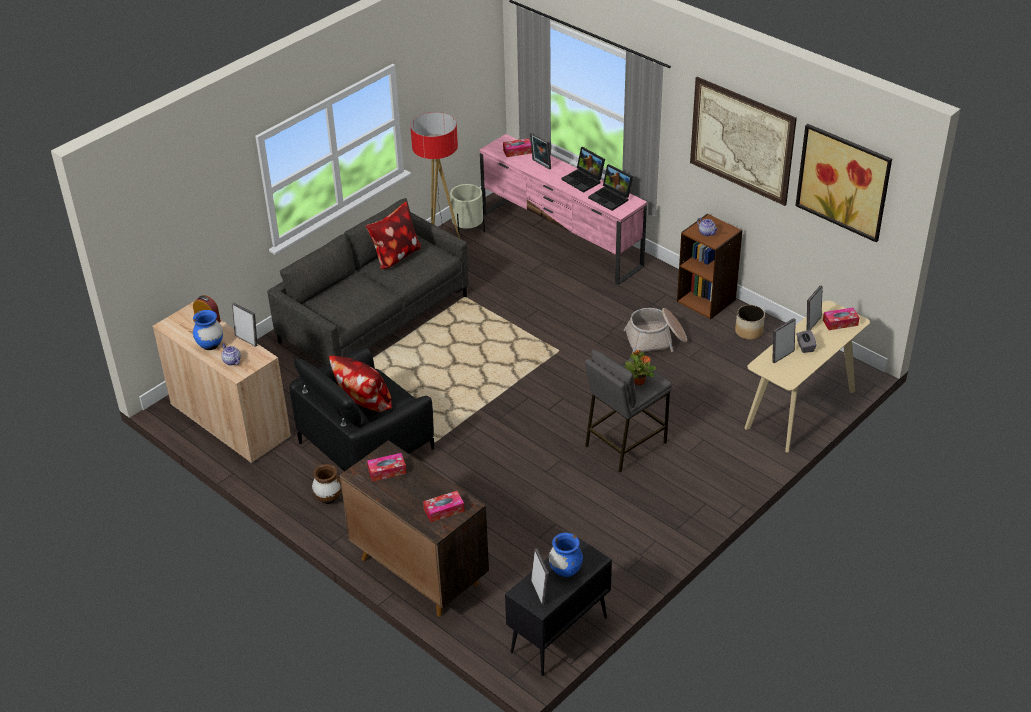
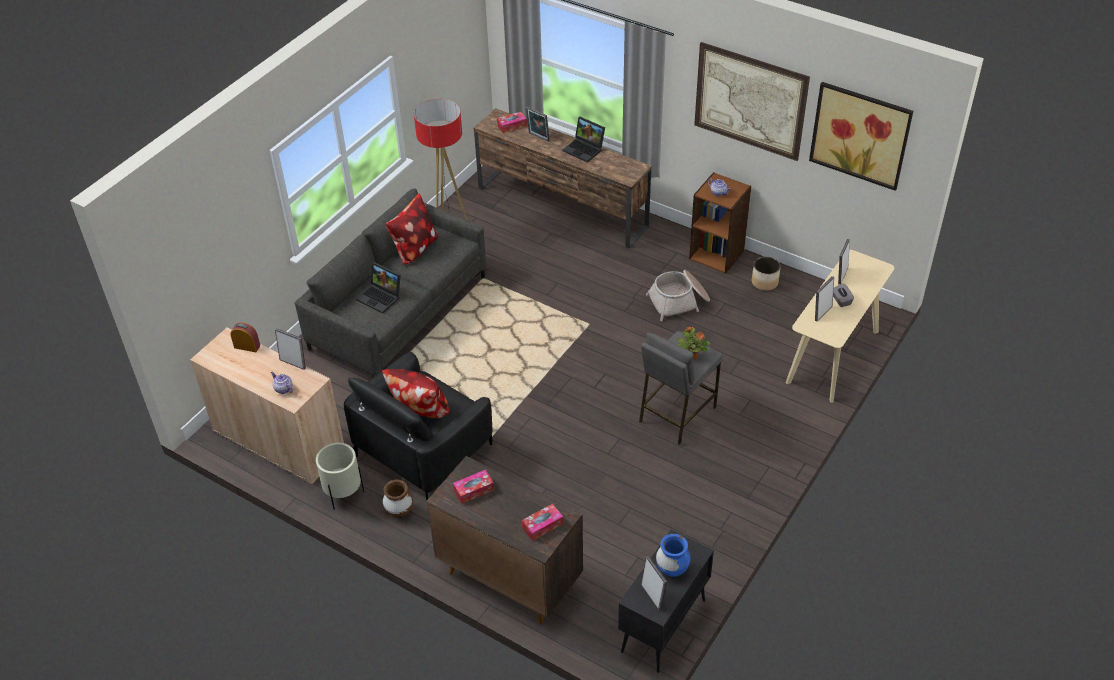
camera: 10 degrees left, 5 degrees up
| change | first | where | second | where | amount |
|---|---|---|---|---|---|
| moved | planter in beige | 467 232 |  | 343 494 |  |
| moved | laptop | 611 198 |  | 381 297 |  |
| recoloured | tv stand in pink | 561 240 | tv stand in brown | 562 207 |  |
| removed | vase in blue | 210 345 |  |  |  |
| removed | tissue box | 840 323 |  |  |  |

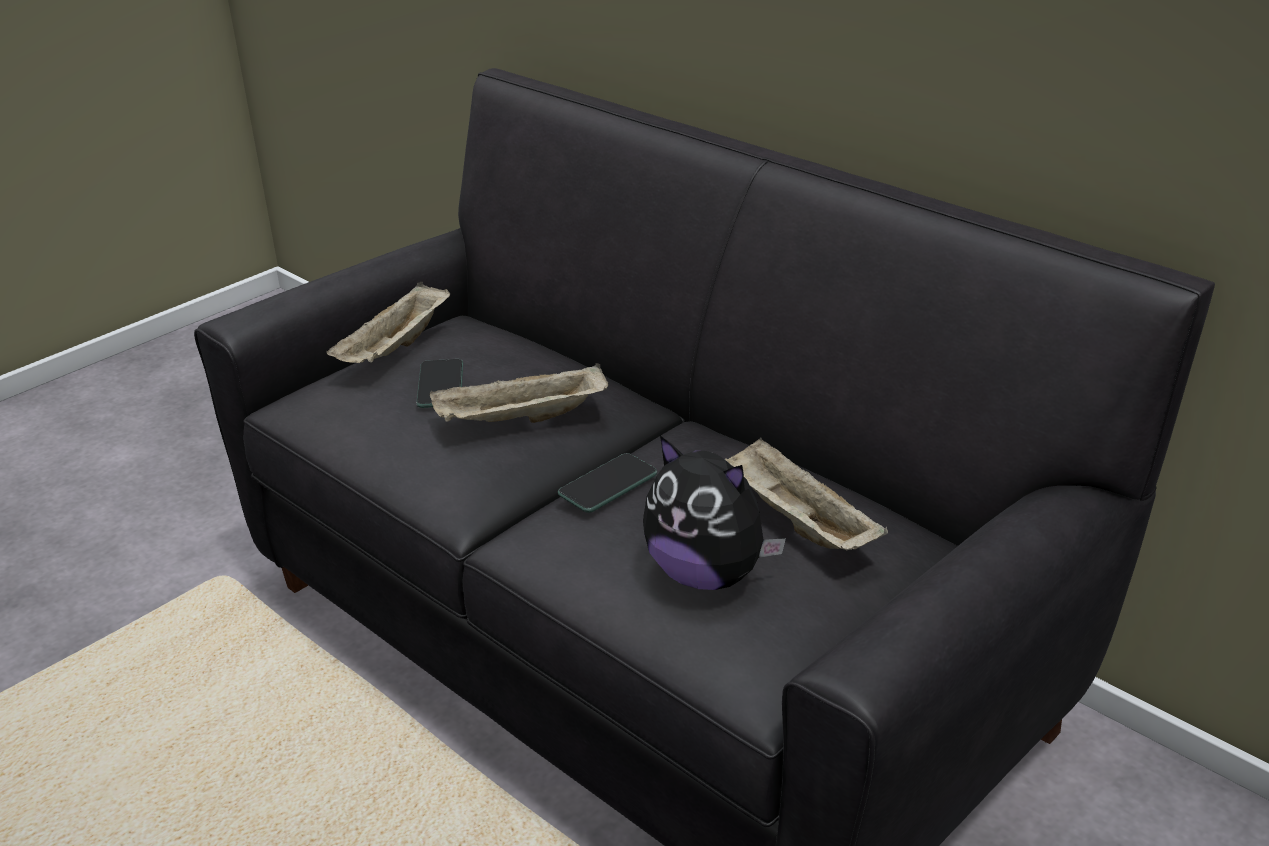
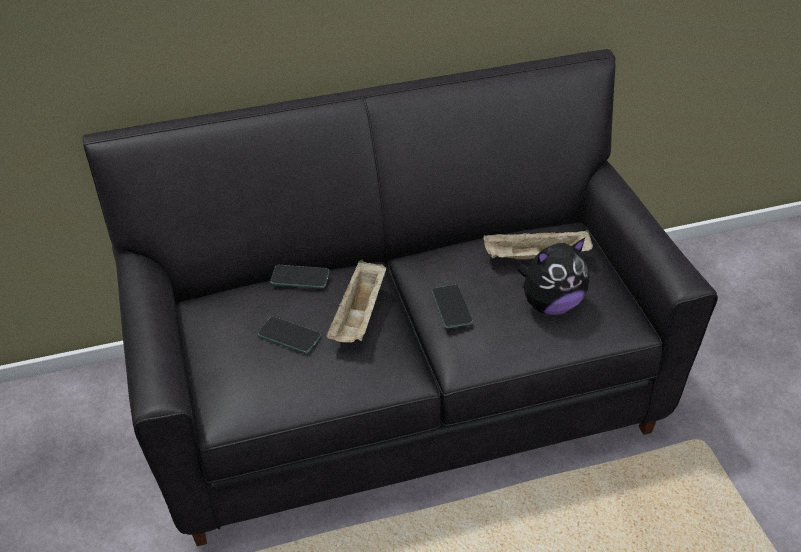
camera: 60 degrees left, 10 degrees up
| change | first | where | second | where | amount |
|---|---|---|---|---|---|
| added |  |  | phone | 300 277 |  |
| removed | tray in beige | 395 349 |  |  |  |

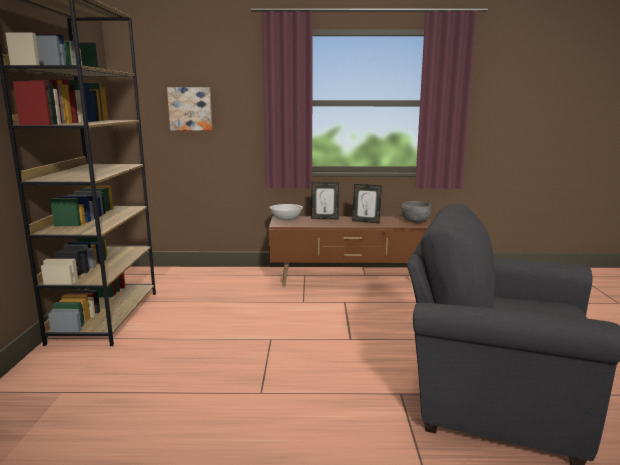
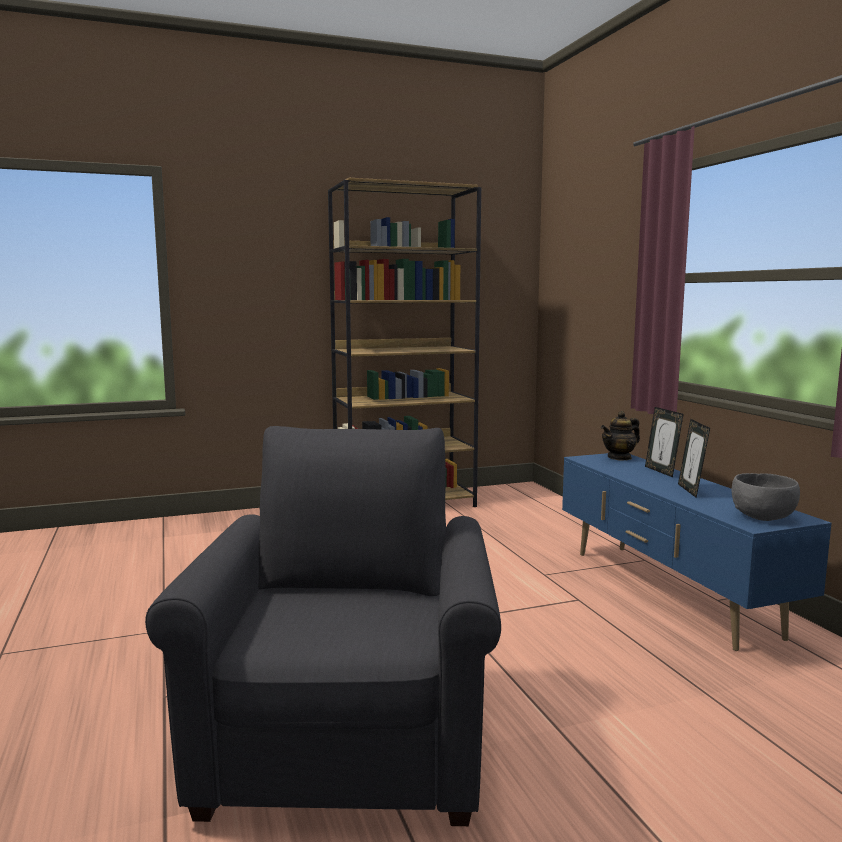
camera: 70 degrees right, 5 degrees down
| change | first | where | second | where | amount |
|---|---|---|---|---|---|
| recoloured | tv stand in brown | 350 281 | tv stand in blue | 668 592 |  |
| replaced | bowl in white | 286 219 | teapot | 619 457 |  |
| removed | picture | 190 109 |  |  |  |

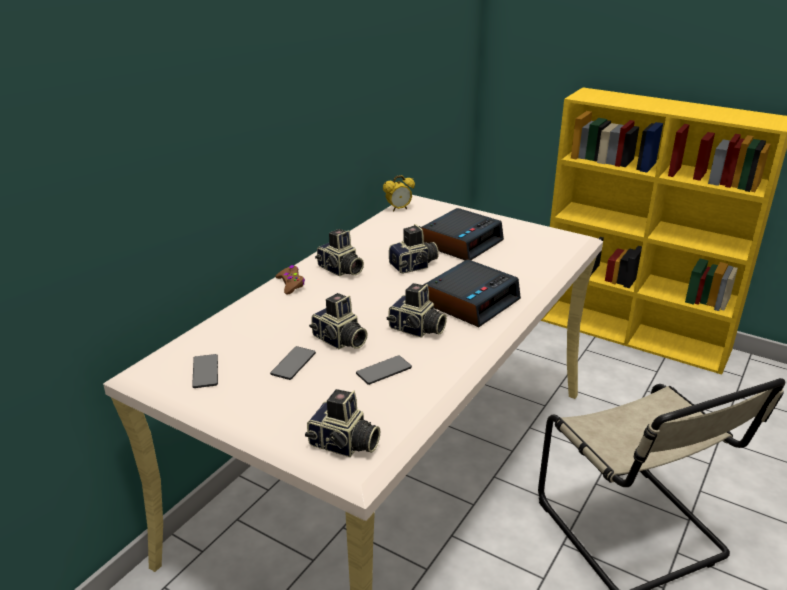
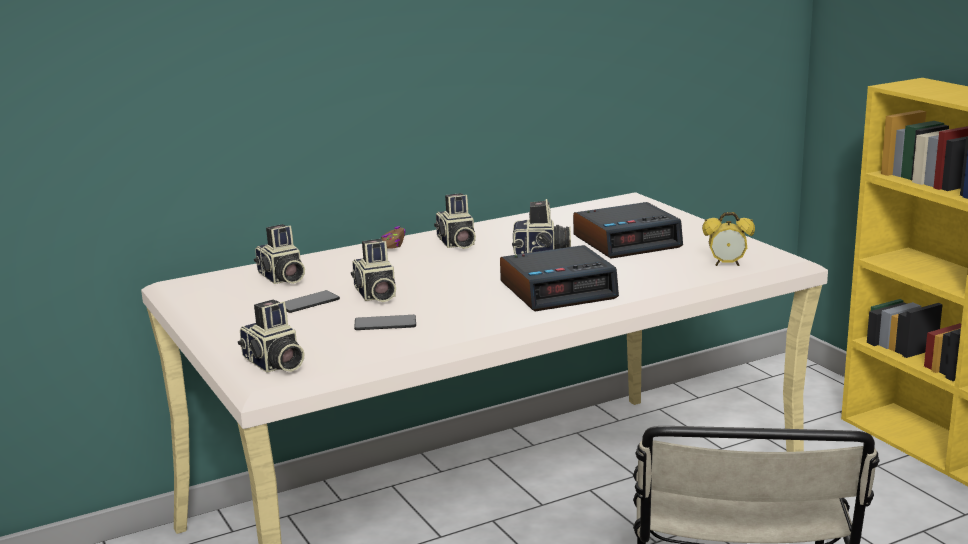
camera: 30 degrees right, 10 degrees down
| change | first | where | second | where | amount |
|---|---|---|---|---|---|
| moved | photo camera | 416 329 |  | 281 278 |  |
| moved | alarm clock | 398 209 |  | 727 264 |  |
| removed | phone | 205 372 |  |  |  |

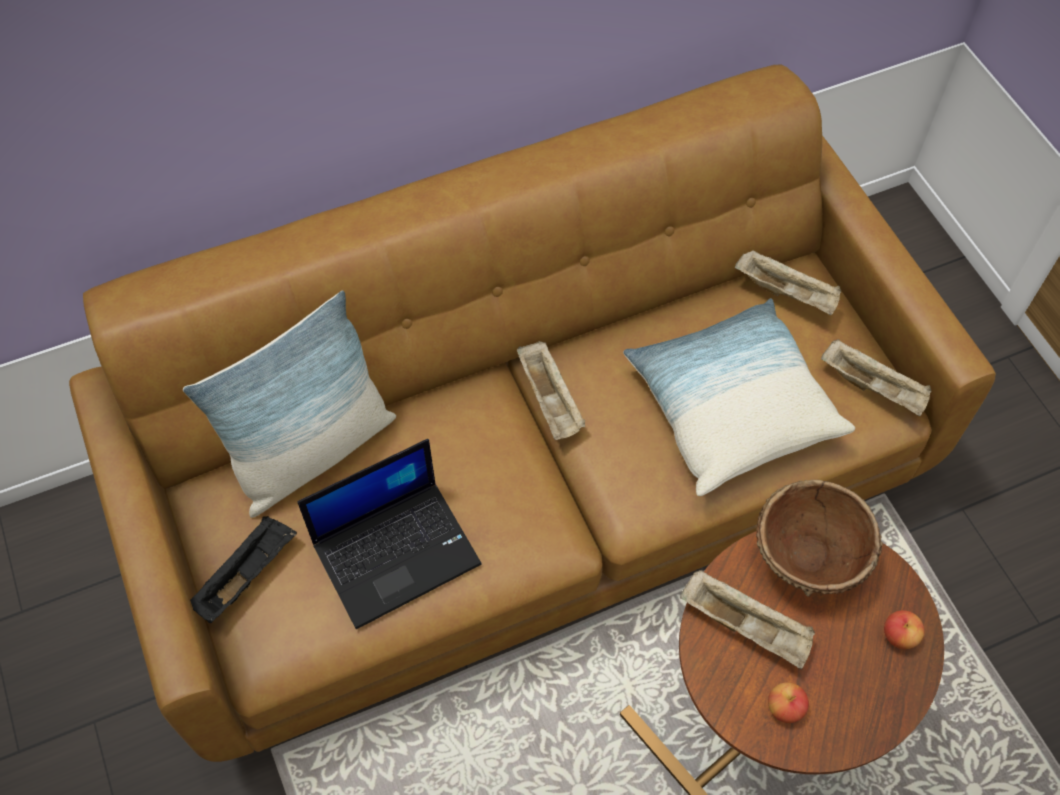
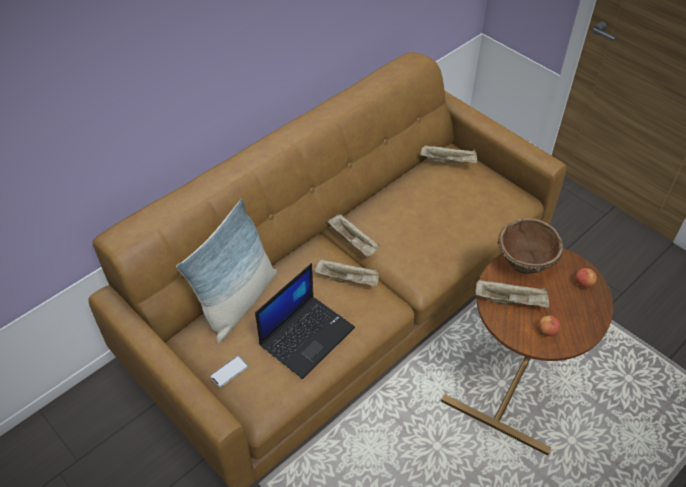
camera: 20 degrees left, 10 degrees down
| change | first | where | second | where | amount |
|---|---|---|---|---|---|
| replaced | tray in black | 247 574 | phone | 229 371 |  |
| moved | tray in beige | 873 387 |  | 348 279 |  |
| removed | pillow | 731 409 |  |  |  |

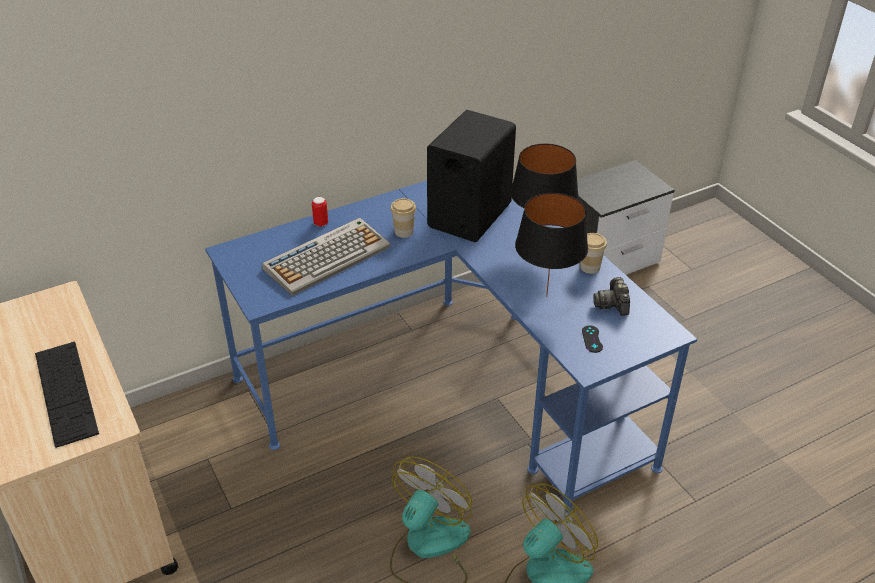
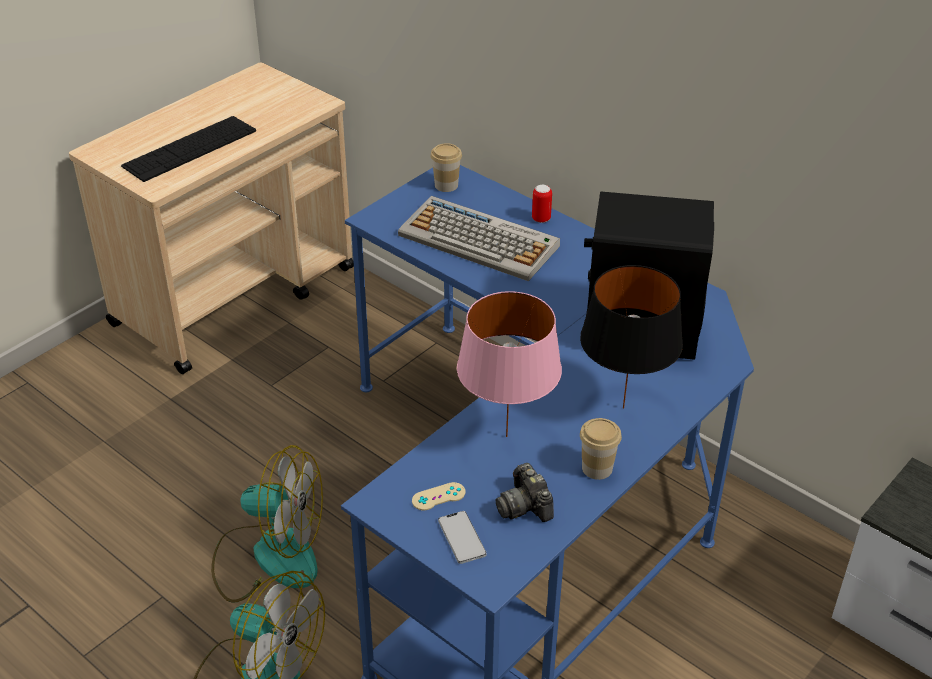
camera: 70 degrees right, 0 degrees up
| change | first | where | second | where | amount |
|---|---|---|---|---|---|
| recoloured | game controller in black | 592 339 | game controller in beige | 438 496 |  |
| moved | cup | 403 232 |  | 446 185 |  |
| added |  |  | phone | 462 538 |  |
| recoloured | table lamp in black | 547 296 | table lamp in pink | 508 436 |  |
| turned | photo camera | 612 304 |  | 525 506 | 90 degrees counterclockwise |

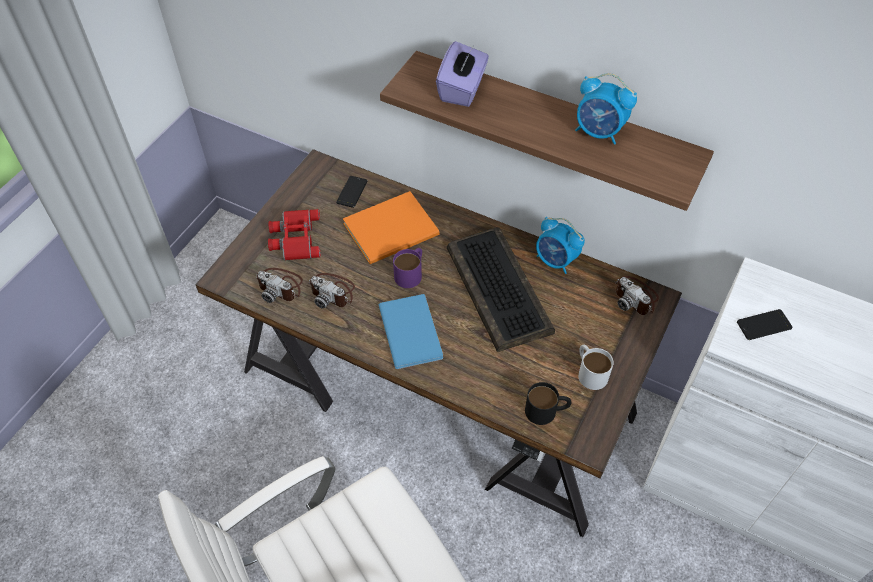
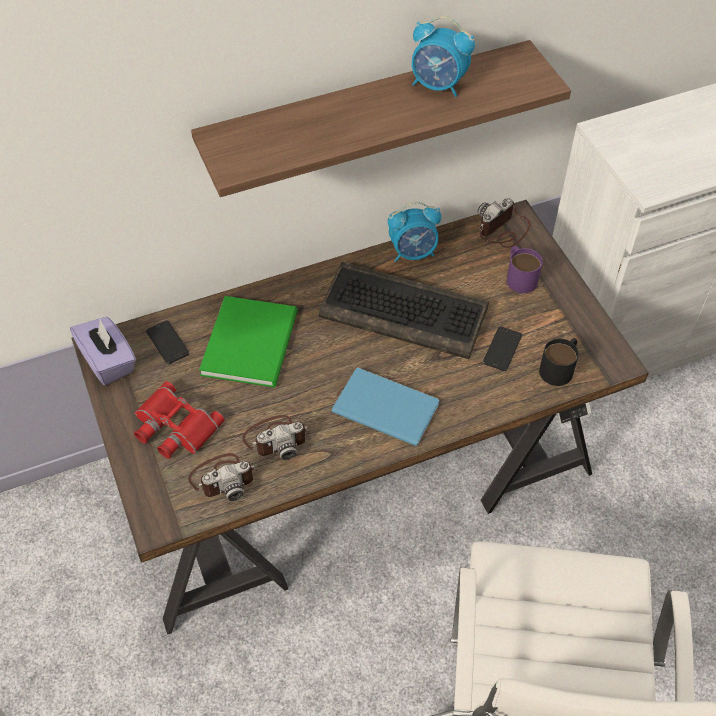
camera: 50 degrees left, 0 degrees up
| change | first | where | second | where | amount |
|---|---|---|---|---|---|
| moved | tissue box in purple | 462 89 |  | 108 361 |  |
| recoloured | book in orange | 394 230 | book in green | 253 341 |  |
| turned | alarm clock | 599 132 |  | 438 85 | 45 degrees clockwise |
| turned | photo camera | 635 297 |  | 503 230 | 135 degrees clockwise |
| moved | phone | 764 325 |  | 502 349 |  |
| moved | mug in purple | 411 273 |  | 519 276 |  |
| removed | mug in white | 590 371 |  |  |  |

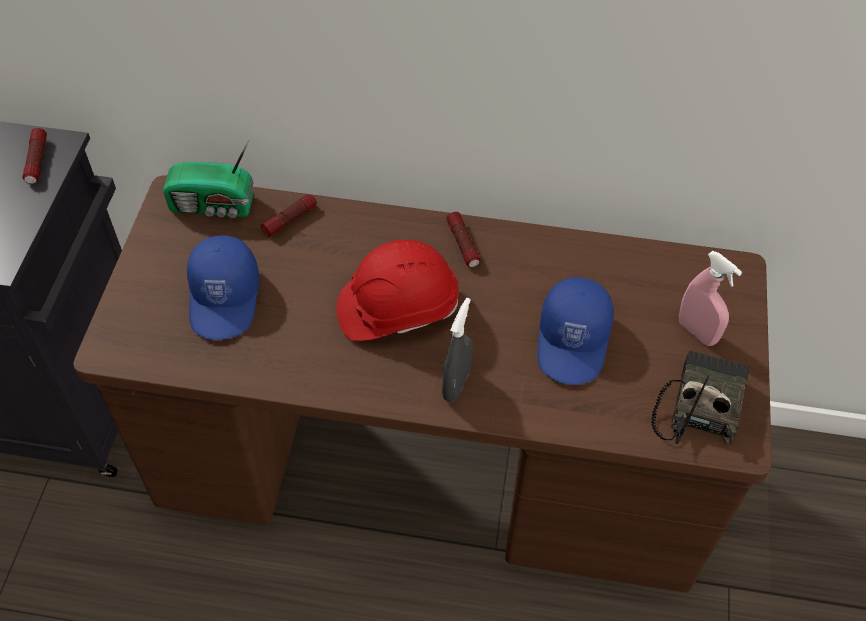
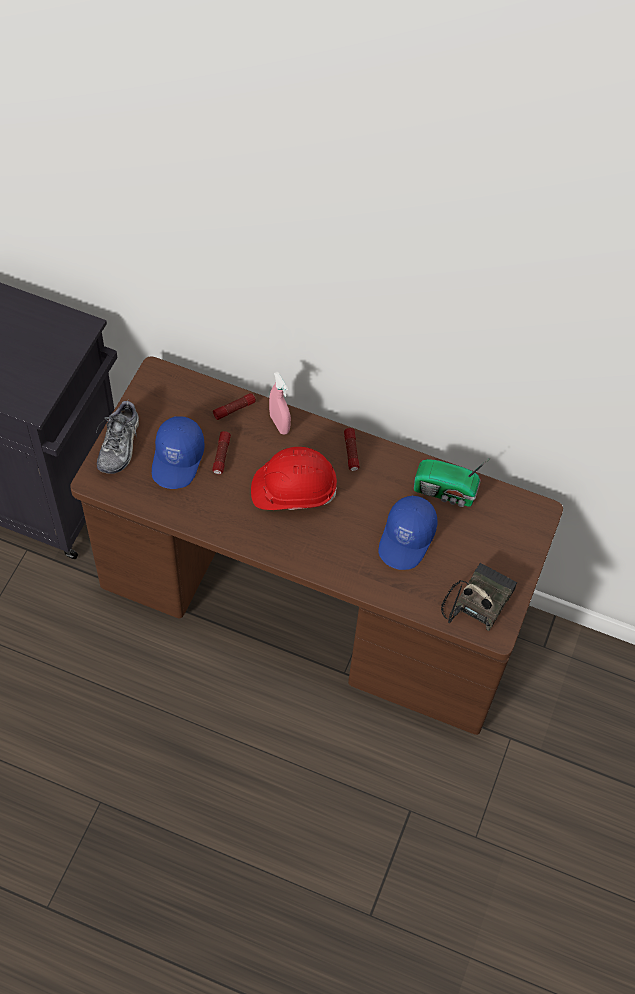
camera: 10 degrees right, 5 degrees up
| change | first | where | second | where | amount |
|---|---|---|---|---|---|
| added |  |  | shoe | 119 444 |  |
| moved | flashlight | 37 161 |  | 221 456 |  |
| moved | spray bottle in pink | 696 332 |  | 279 424 |  |
| moved | radio | 214 205 |  | 446 492 |  |
| removed | spray bottle in grey | 456 384 |  |  |  |

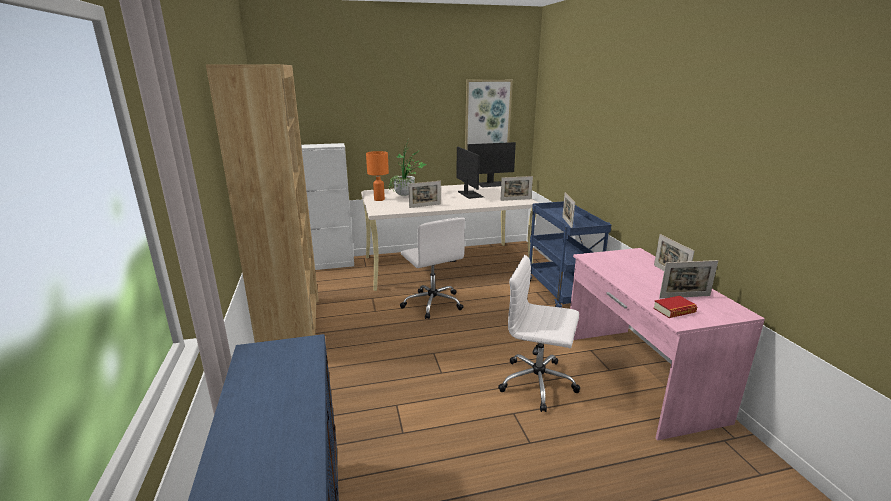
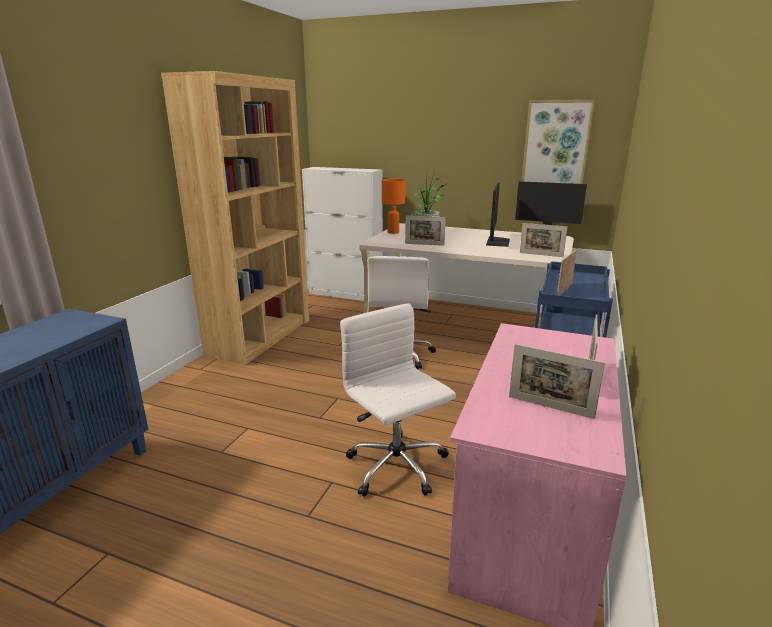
camera: 35 degrees right, 0 degrees up
| change | first | where | second | where | amount |
|---|---|---|---|---|---|
| removed | book | 674 310 |  |  |  |

